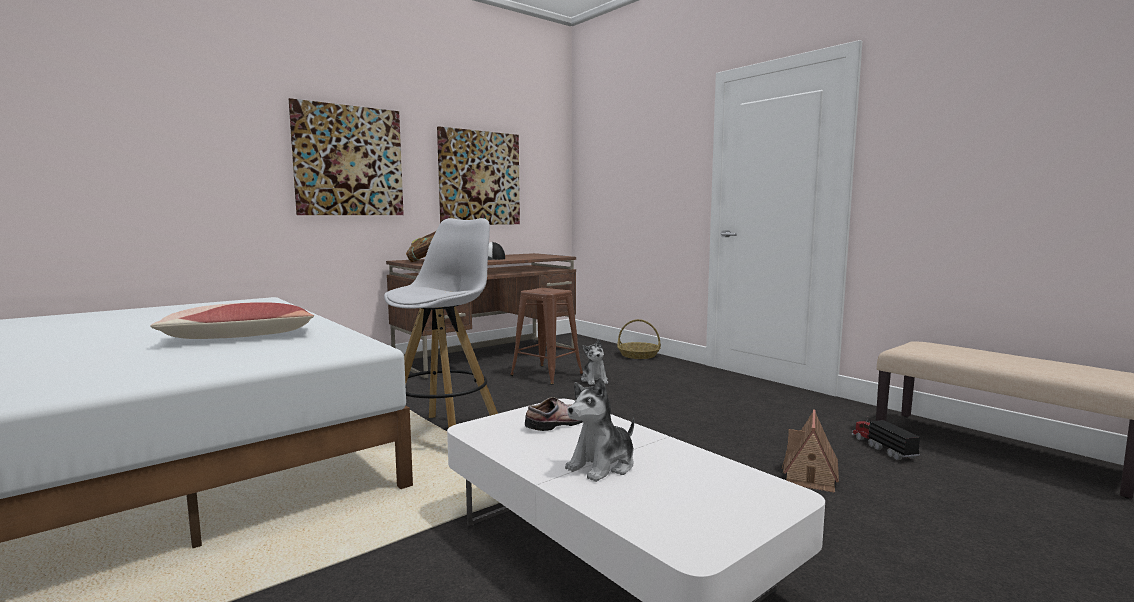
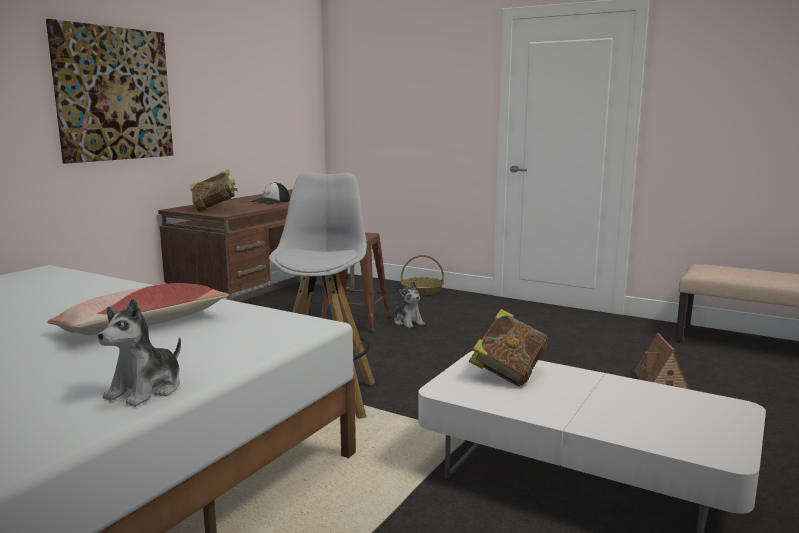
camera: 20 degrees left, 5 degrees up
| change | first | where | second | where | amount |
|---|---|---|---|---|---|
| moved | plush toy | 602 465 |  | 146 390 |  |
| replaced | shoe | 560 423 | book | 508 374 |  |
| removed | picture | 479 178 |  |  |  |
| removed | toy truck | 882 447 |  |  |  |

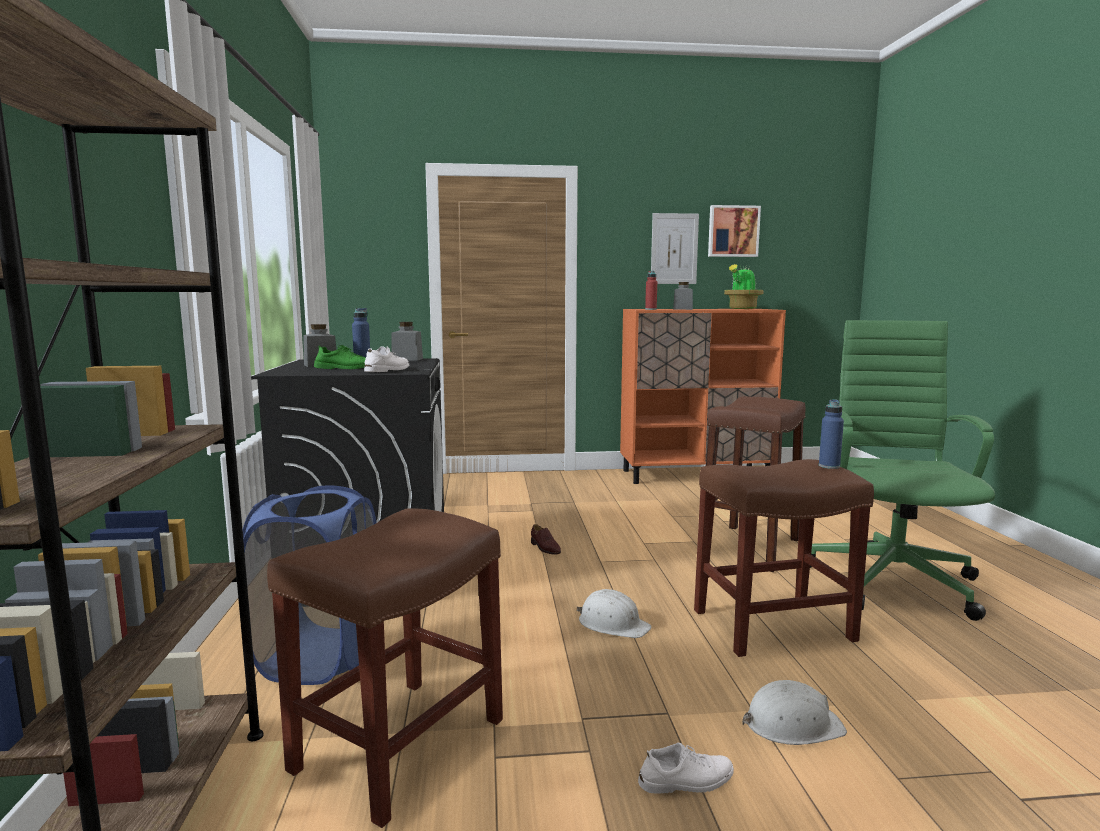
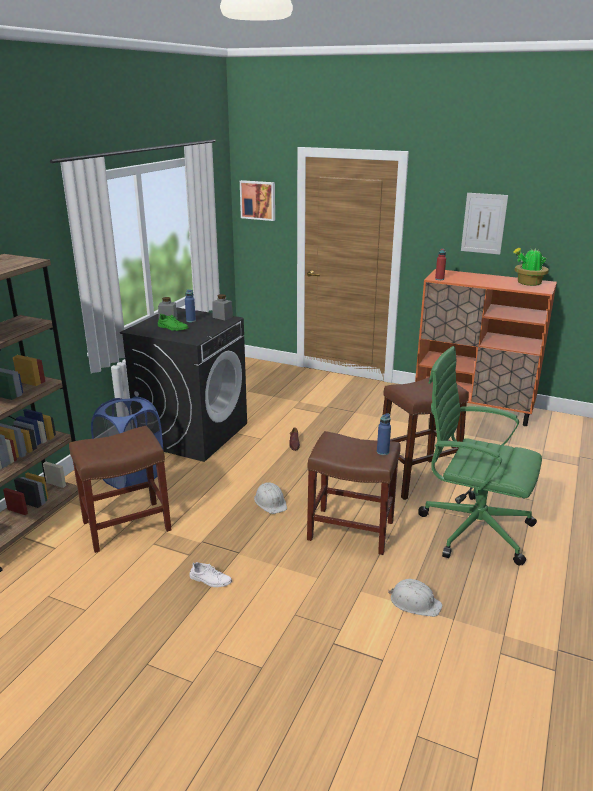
camera: 30 degrees right, 15 degrees up
| change | first | where | second | where | amount |
|---|---|---|---|---|---|
| moved | picture | 733 231 |  | 258 200 |  |
| moved | hard hat in white | 792 725 |  | 415 602 |  |
| turned | office chair in green | 892 580 |  | 472 528 | 105 degrees counterclockwise |
| removed | shoe in white | 388 370 |  |  |  |
| removed | jar in grey | 682 309 |  |  |  |

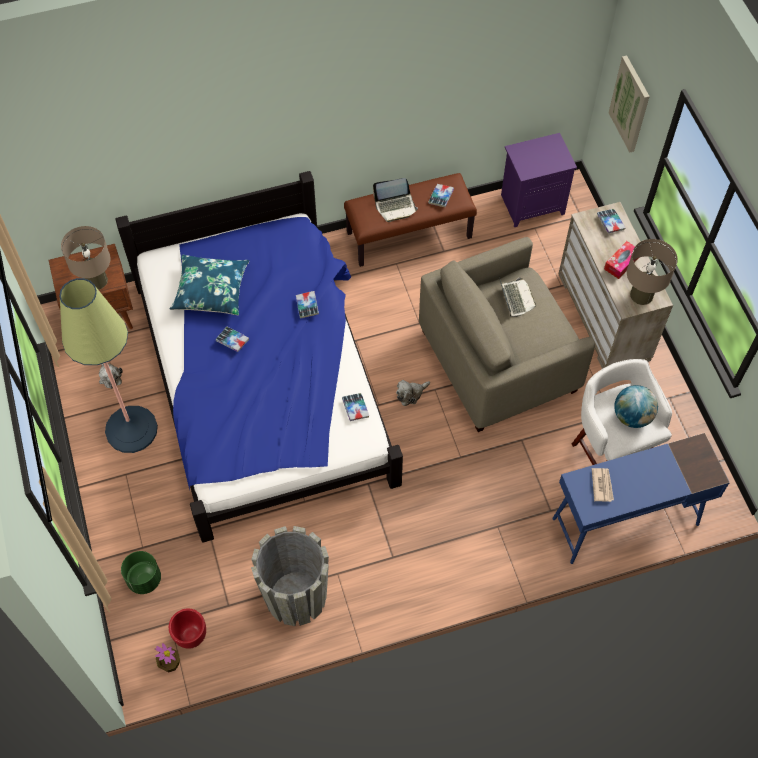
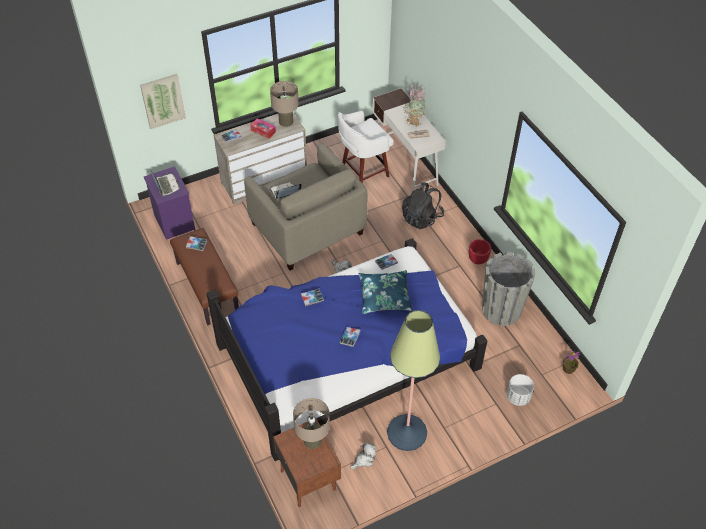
camera: 100 degrees left, 10 degrees down
| change | first | where | second | where | amount |
|---|---|---|---|---|---|
| moved | laptop | 395 206 |  | 165 185 |  |
| moved | pillow in blue | 211 290 |  | 384 296 |  |
| recoloured | desk in blue | 624 521 | desk in white | 405 164 |  |
| added |  |  | backpack in black | 421 218 |  |
| added |  |  | potted plant | 413 121 |  |
| moved | planter in red | 190 636 |  | 478 260 |  |
| recoloured | planter in green | 144 579 | planter in white | 518 397 |  |
| removed | globe | 632 416 |  |  |  |

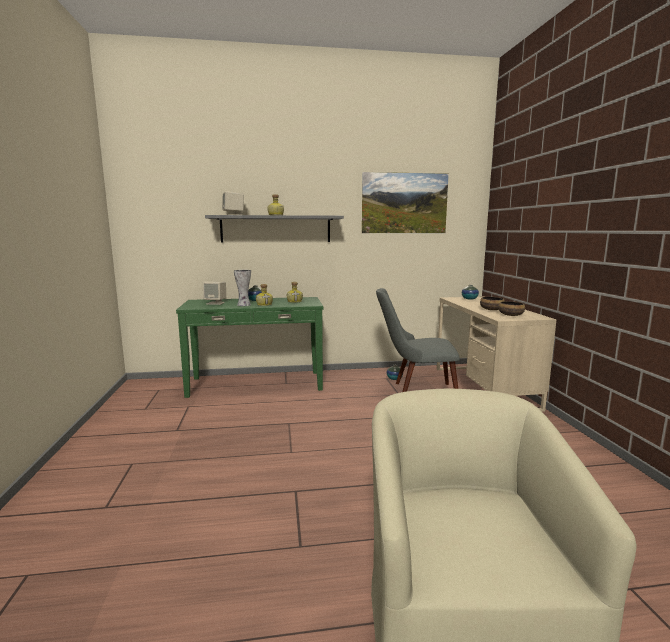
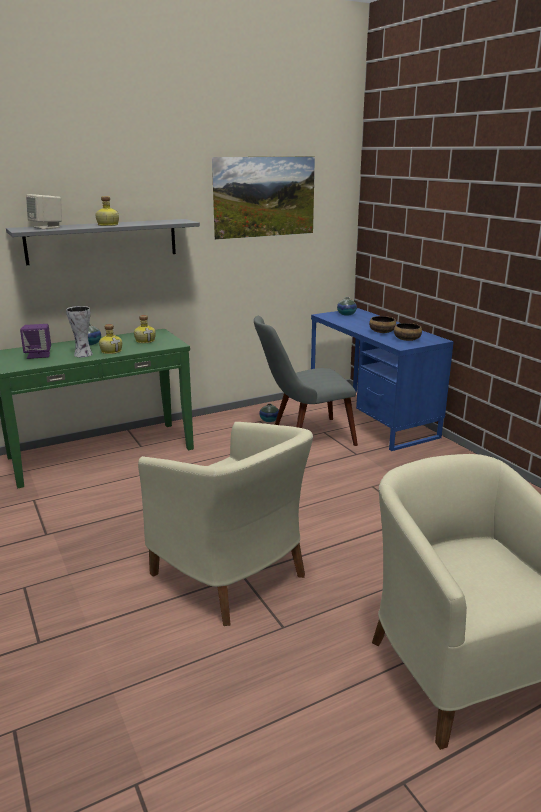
camera: 20 degrees left, 10 degrees up
| change | first | where | second | where | amount |
|---|---|---|---|---|---|
| recoloured | speaker in beige | 215 303 | speaker in purple | 39 355 |  |
| added |  |  | armchair in beige | 232 576 |  |
| recoloured | desk in beige | 483 387 | desk in blue | 371 418 |  |

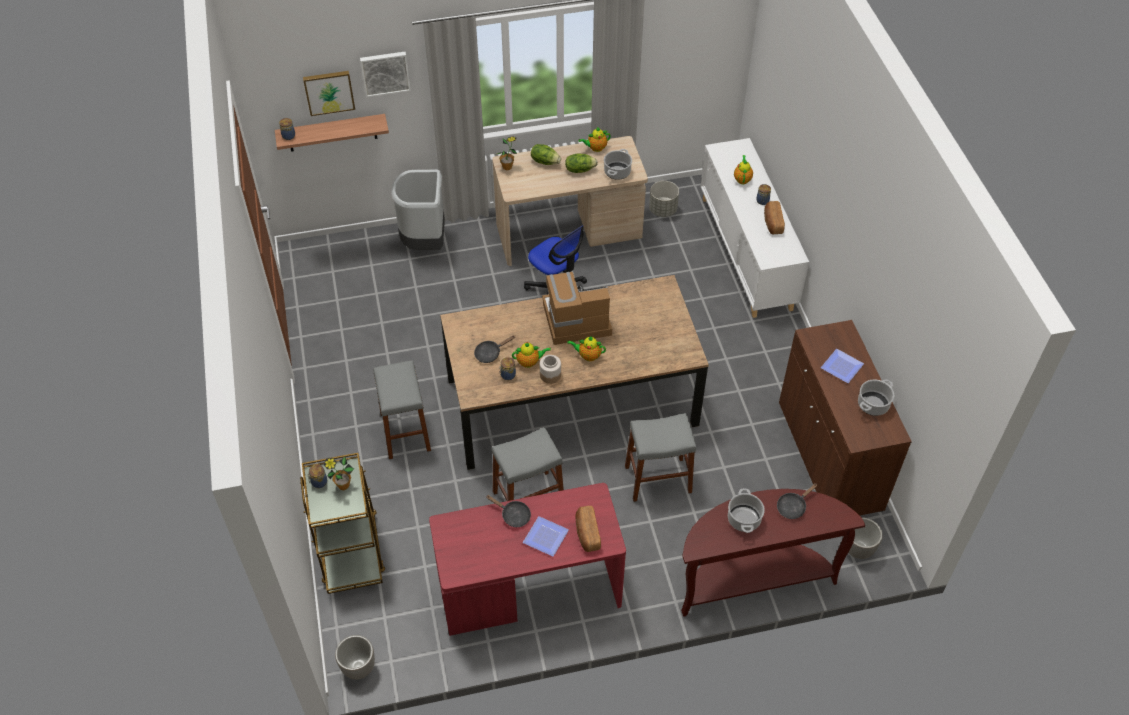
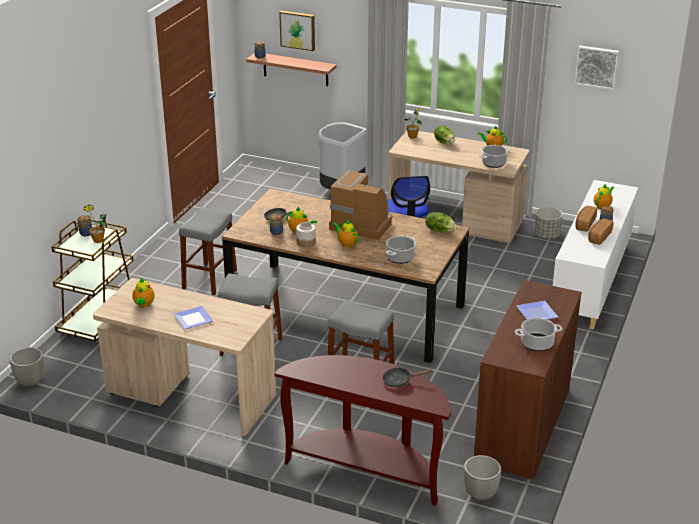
camera: 35 degrees right, 20 degrees down
| change | first | where | second | where | amount |
|---|---|---|---|---|---|
| recoloured | desk in red | 529 590 | desk in beige | 190 396 |  |
| added |  |  | teapot | 143 305 |  |
| moved | cooking pot | 743 518 |  | 400 257 |  |
| moved | lettuce | 580 169 |  | 439 230 |  |
| moved | picture | 385 73 |  | 597 66 |  |
| moved | bread | 587 533 |  | 584 224 |  |
| removed | frying pan in black | 513 515 |  |  |  |

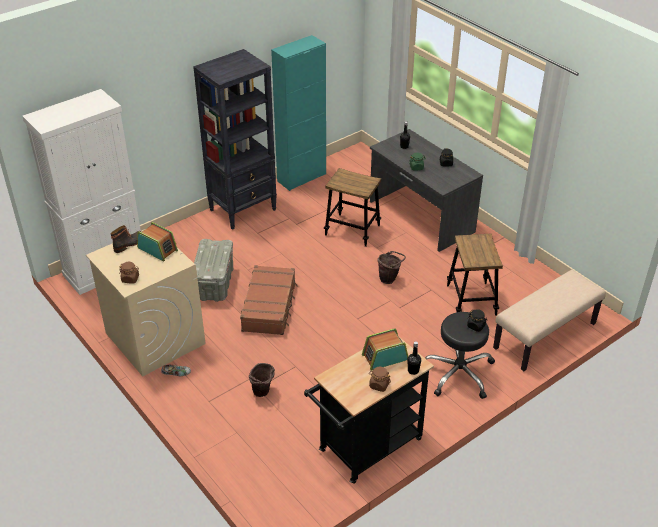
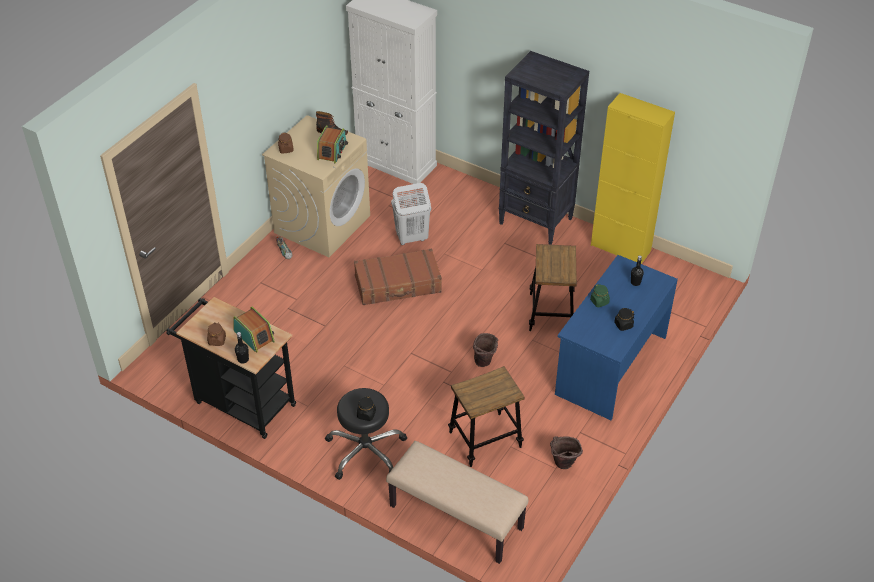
camera: 70 degrees right, 5 degrees up
| change | first | where | second | where | amount |
|---|---|---|---|---|---|
| replaced | storage box in grey | 215 284 | laundry basket in white | 411 238 |  |
| moved | bucket in brown | 263 393 |  | 562 465 |  |
| recoloured | desk in grey | 420 217 | desk in blue | 610 364 |  |
| recoloured | cabinet in turquoise | 301 177 | cabinet in yellow | 620 248 |  |

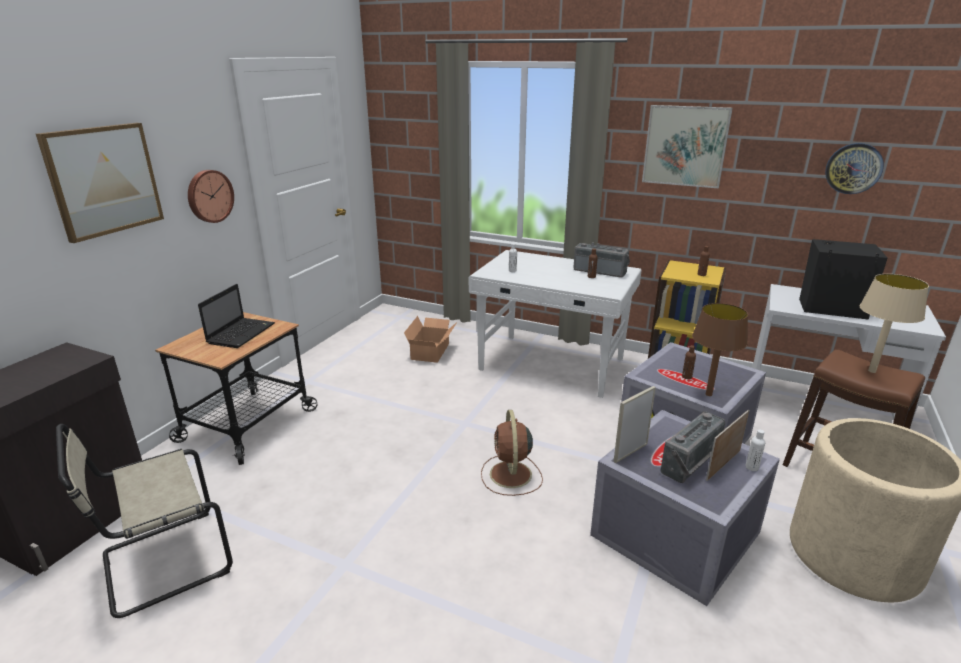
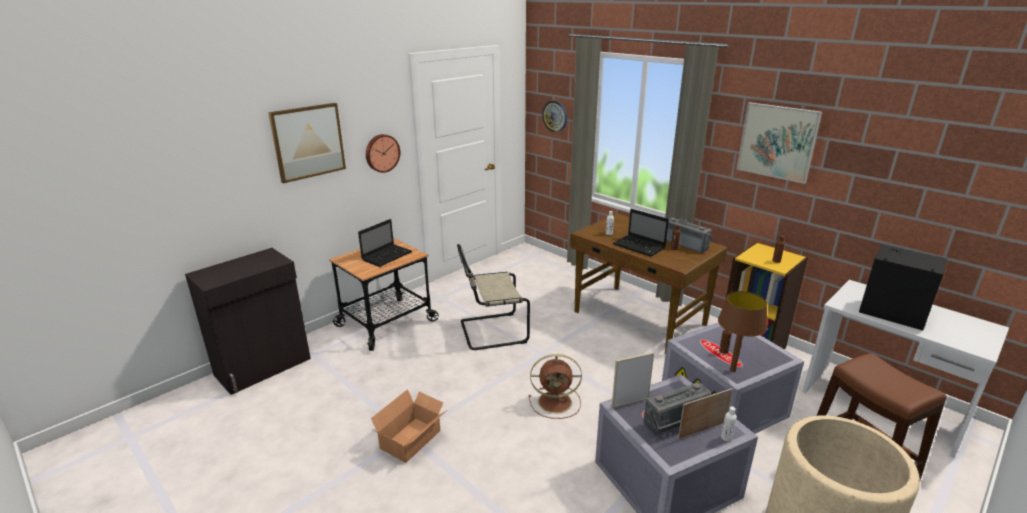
camera: 20 degrees right, 0 degrees up
| change | first | where | second | where | amount |
|---|---|---|---|---|---|
| moved | cardboard box | 432 351 |  | 413 439 |  |
| moved | chair in beige | 161 563 |  | 490 332 |  |
| turned | fan in brown | 511 475 |  | 556 402 | 105 degrees counterclockwise |
| moved | wall clock | 853 168 |  | 555 116 |  |
| recoloured | desk in white | 552 365 | desk in brown | 639 319 |  |
| added |  |  | laptop | 640 246 |  |
| removed | table lamp in beige | 872 371 |  |  |  |

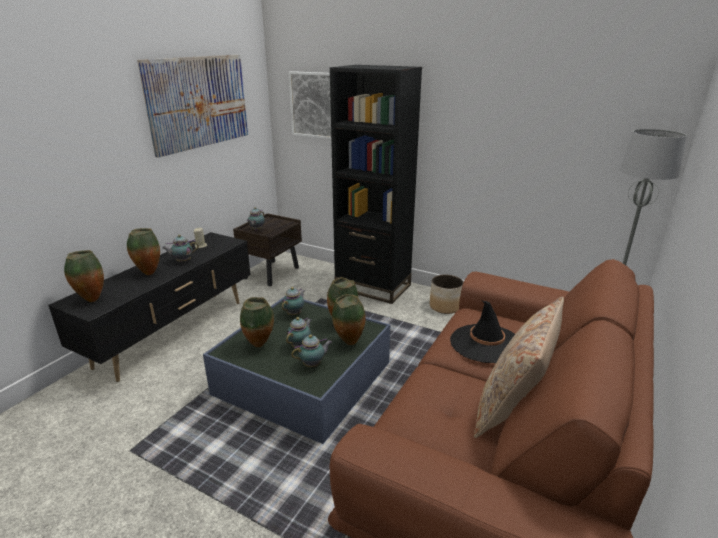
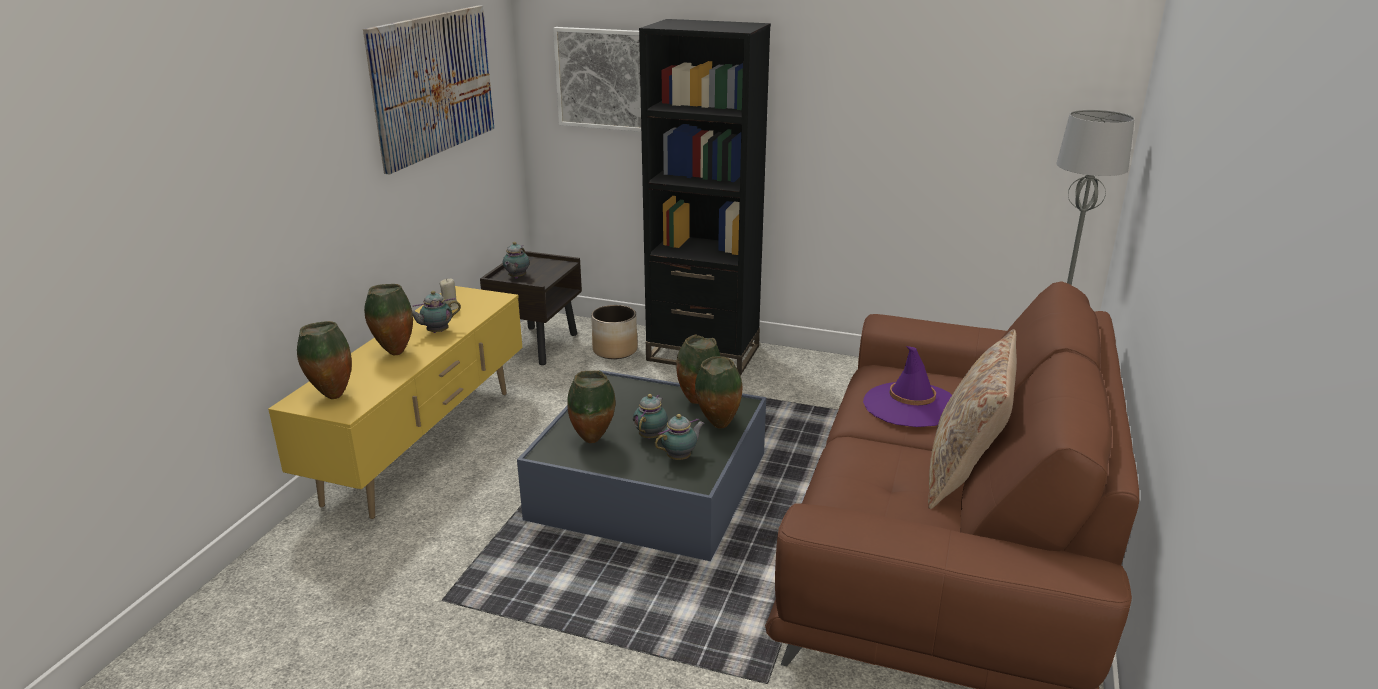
camera: 10 degrees left, 0 degrees up
| change | first | where | second | where | amount |
|---|---|---|---|---|---|
| recoloured | tv stand in black | 174 333 | tv stand in yellow | 424 444 |  |
| moved | planter | 445 306 |  | 615 350 |  |
| recoloured | hat in black | 485 343 | hat in purple | 910 405 |  |
| removed | teapot | 295 313 |  |  |  |

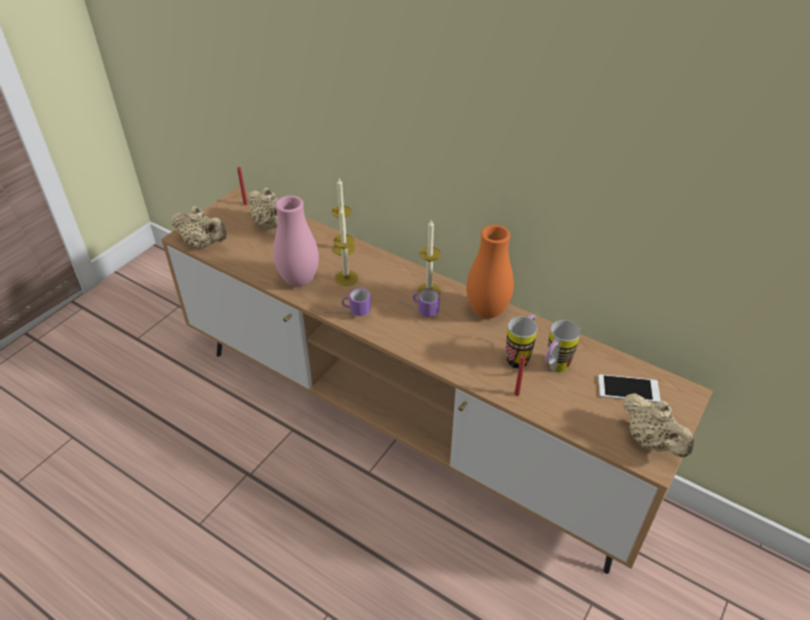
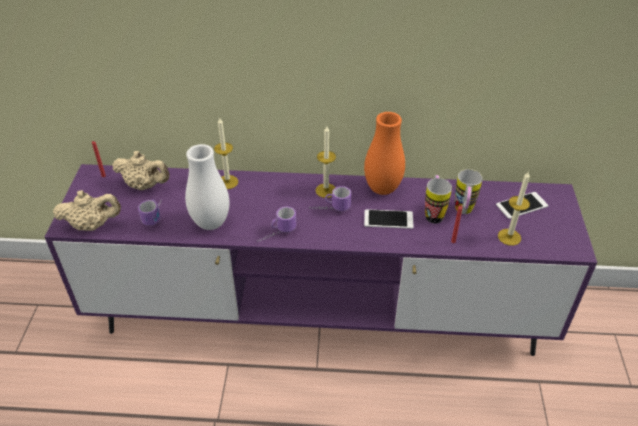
camera: 30 degrees left, 0 degrees up
| change | first | where | second | where | amount |
|---|---|---|---|---|---|
| recoloured | tv stand in brown | 406 424 | tv stand in purple | 319 316 |  |
| added |  |  | mug | 155 215 |  |
| recoloured | vase in pink | 299 280 | vase in white | 211 223 |  |
| added |  |  | phone | 388 219 |  |
| moved | candle | 346 278 |  | 509 237 |  |
| removed | teapot in beige | 650 441 |  |  |  |

